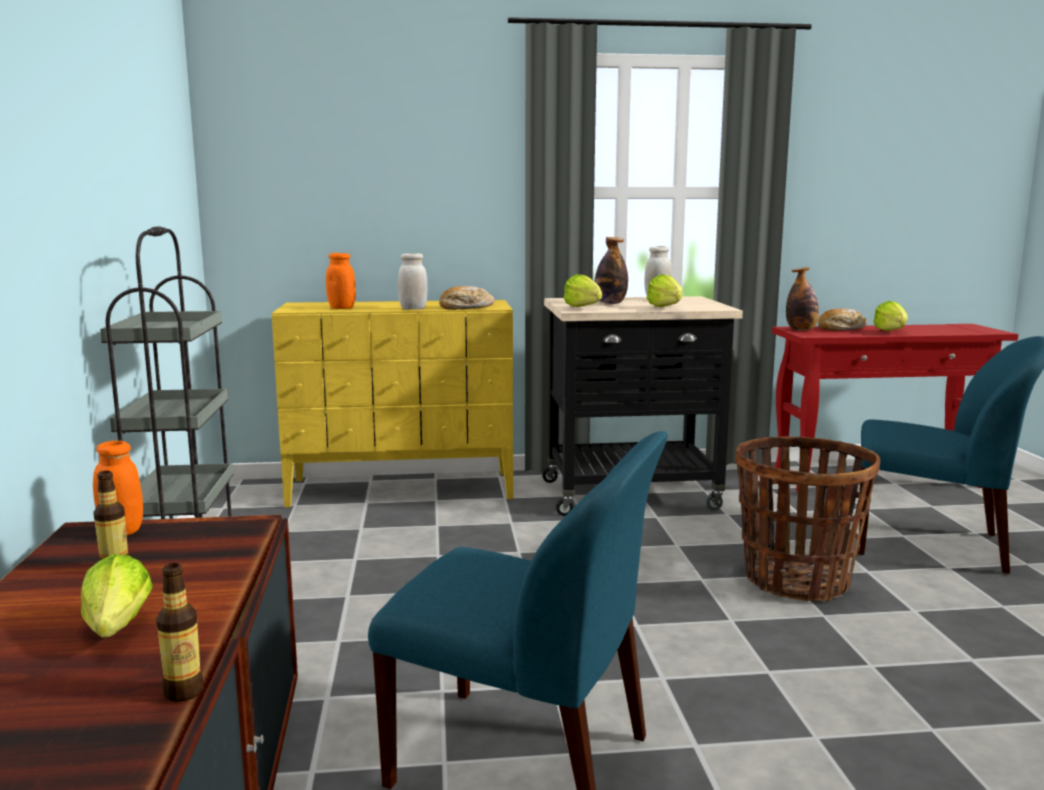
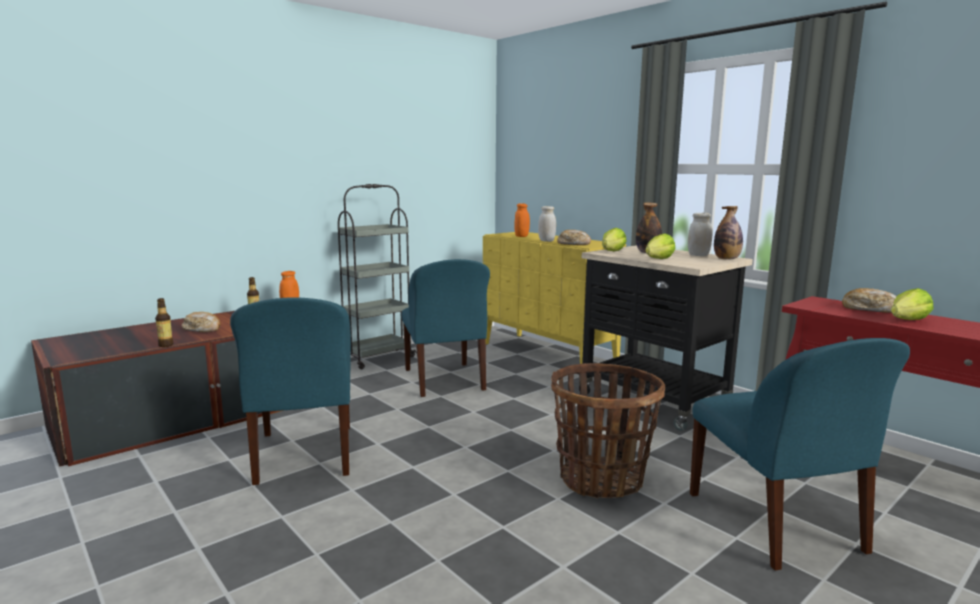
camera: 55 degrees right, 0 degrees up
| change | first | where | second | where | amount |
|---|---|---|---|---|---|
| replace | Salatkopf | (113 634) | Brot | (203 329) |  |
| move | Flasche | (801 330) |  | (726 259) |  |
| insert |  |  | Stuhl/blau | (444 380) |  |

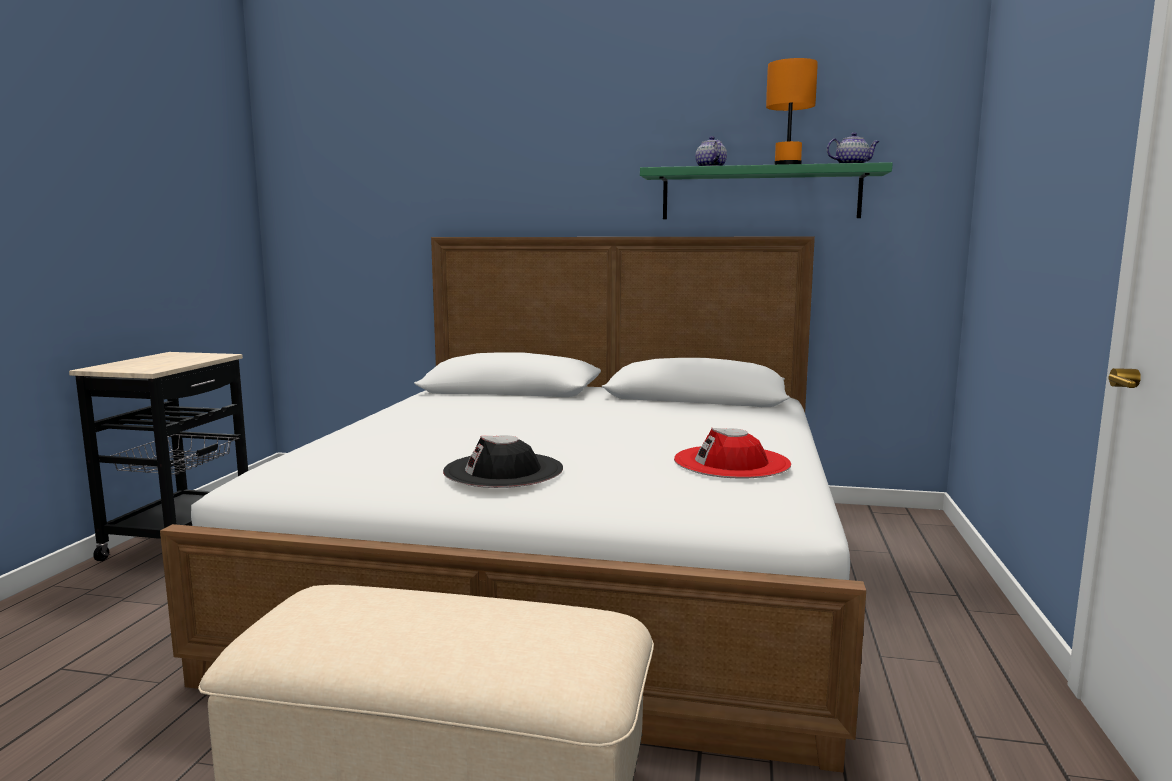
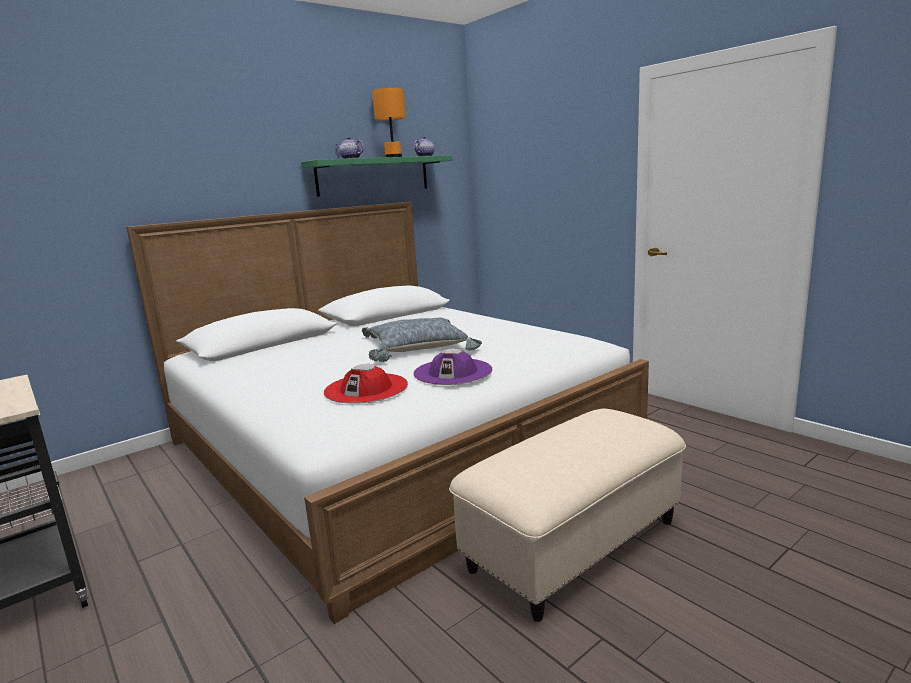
camera: 50 degrees left, 5 degrees up
| change | first | where | second | where | amount |
|---|---|---|---|---|---|
| recolor | Hut/schwarz | (503 470) | Hut/lila | (453 372) |  |
| move | Hut/rot | (732 462) |  | (366 388) |  |
| insert |  |  | Kissen | (416 345) |  |

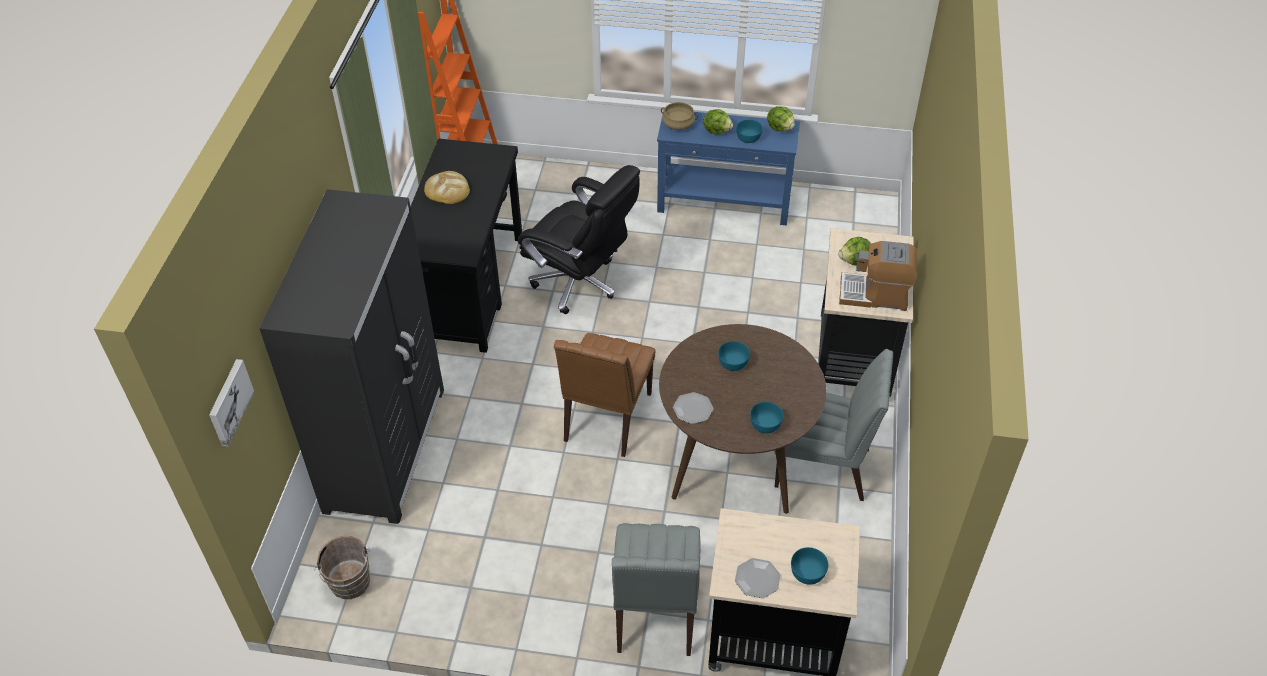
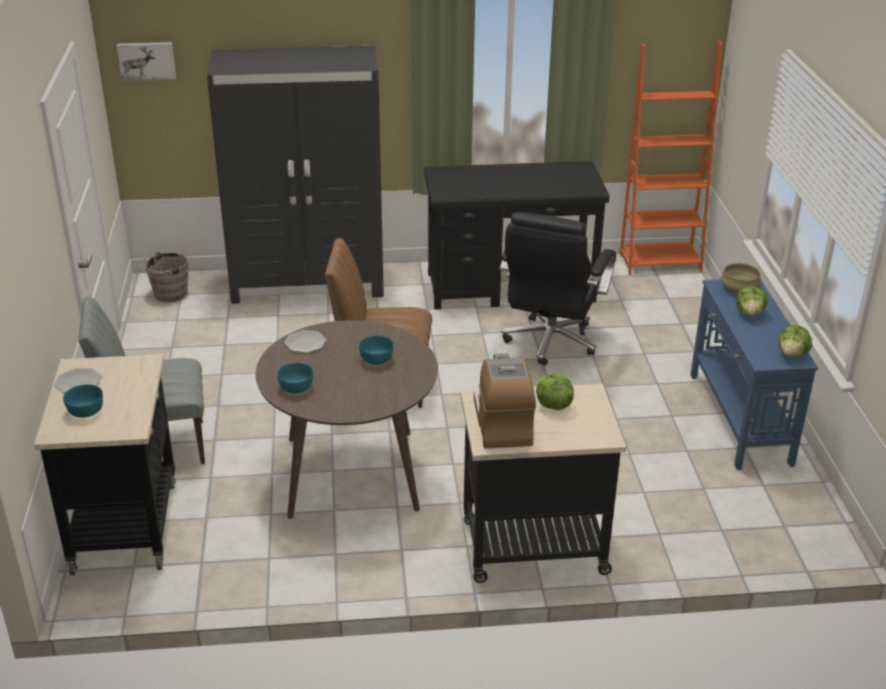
camera: 75 degrees right, 15 degrees down
| change | first | where | second | where | amount |
|---|---|---|---|---|---|
| delete | Brot | (447 190) |  |  |  |
| delete | Schüssel/türkis | (748 138) |  |  |  |
| delete | Stuhl/grau | (821 467) |  |  |  |

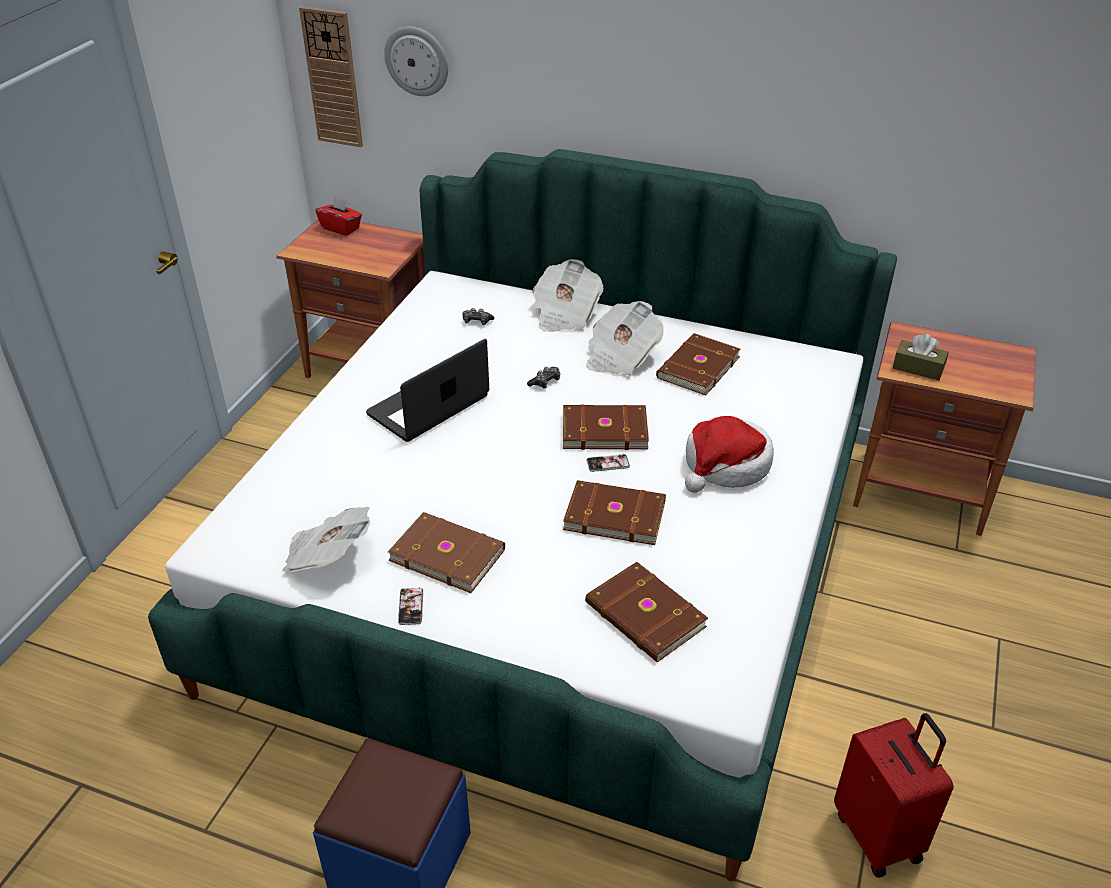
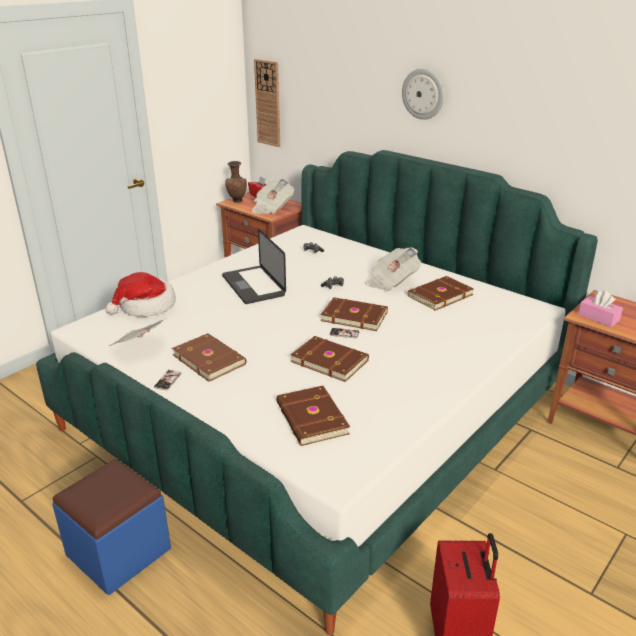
camera: 20 degrees right, 10 degrees down
| change | first | where | second | where | amount |
|---|---|---|---|---|---|
| rotate | Laptop | (428 406) |  | (253 286) | 90 degrees counterclockwise |
| move | Wanduhr | (417 61) |  | (423 94) |  |
| move | Zeitung | (564 314) |  | (271 208) |  |
| move | Hut | (725 465) |  | (145 306) |  |
| recolor | Taschentuchbox/braun | (918 368) | Taschentuchbox/rosa | (598 318) |  |
| insert |  |  | Vase/braun | (236 201) |  |

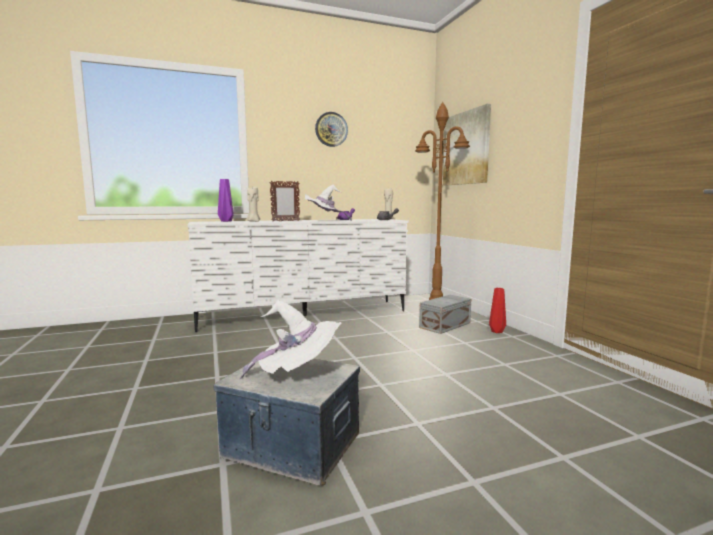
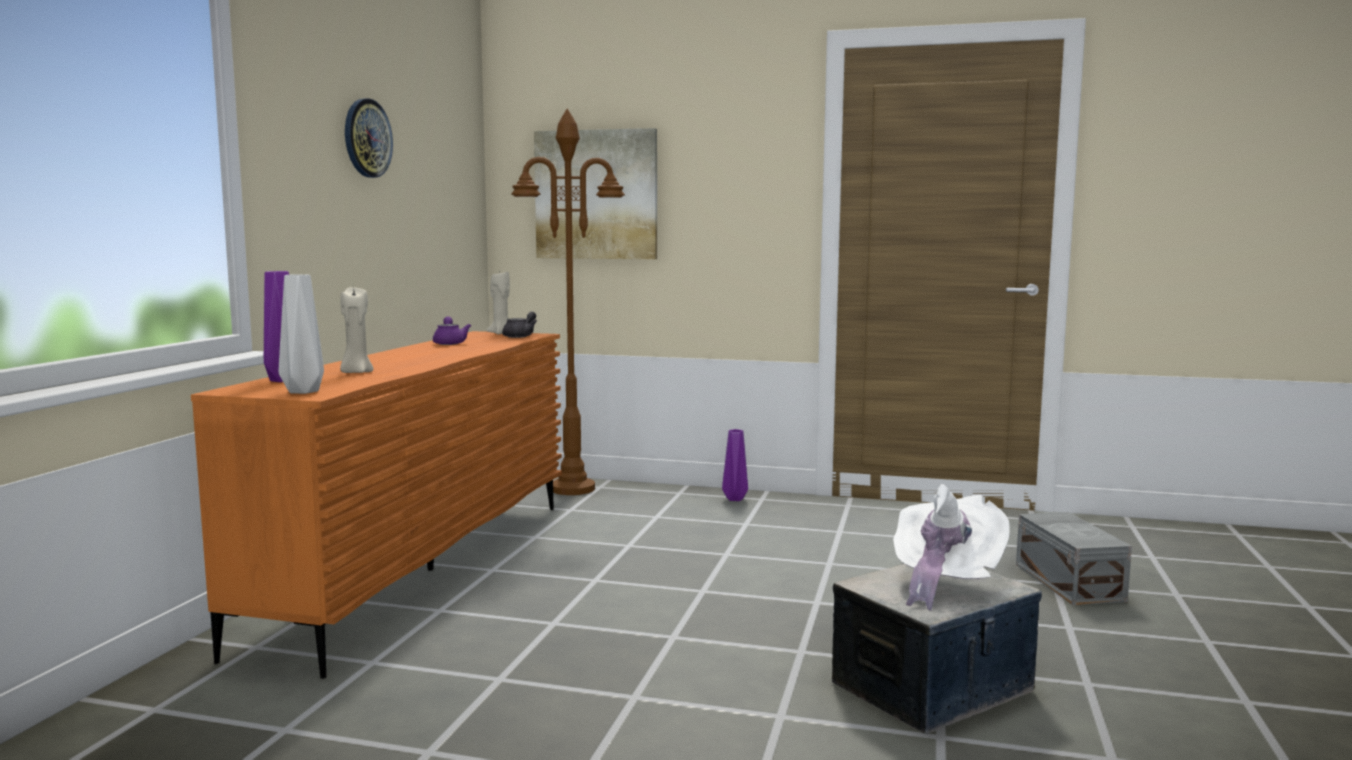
camera: 55 degrees left, 0 degrees up
| change | first | where | second | where | amount |
|---|---|---|---|---|---|
| recolor | Kommode/weiß | (305 315) | Kommode/orange | (425 570) |  |
| delete | Bilderrahmen | (285 221) |  |  |  |
| delete | Hut/weiß | (325 220) |  |  |  |
| move | Aufbewahrungsbox/grau | (446 325) |  | (1069 581) |  |
| recolor | Vase/rot | (497 331) | Vase/lila | (735 499) |  |
| insert |  |  | Vase/grau | (301 391) |  |

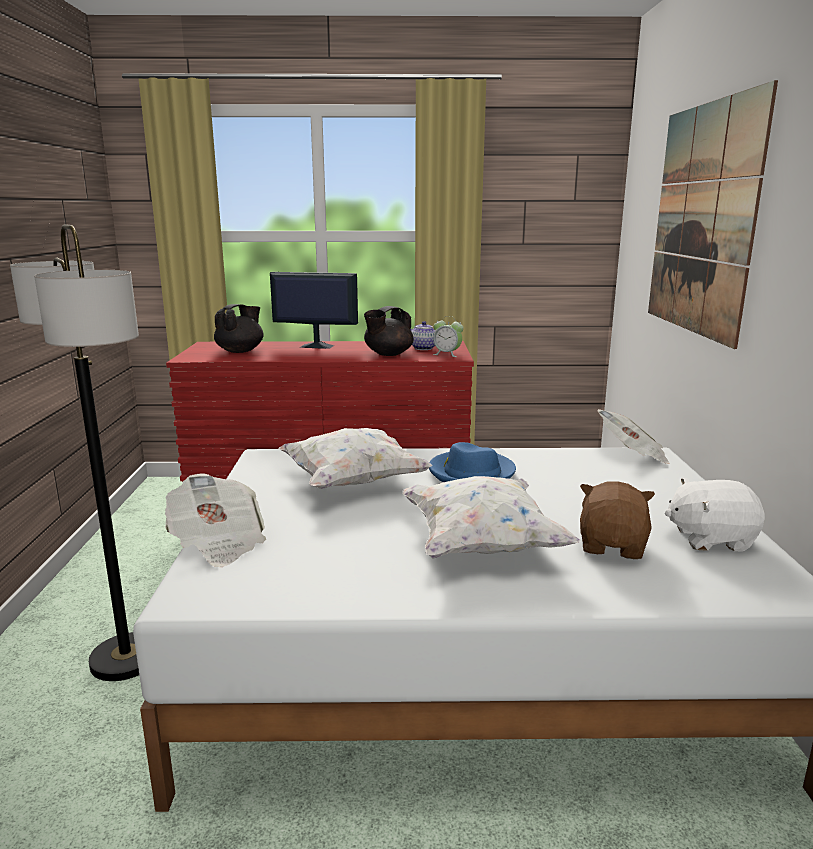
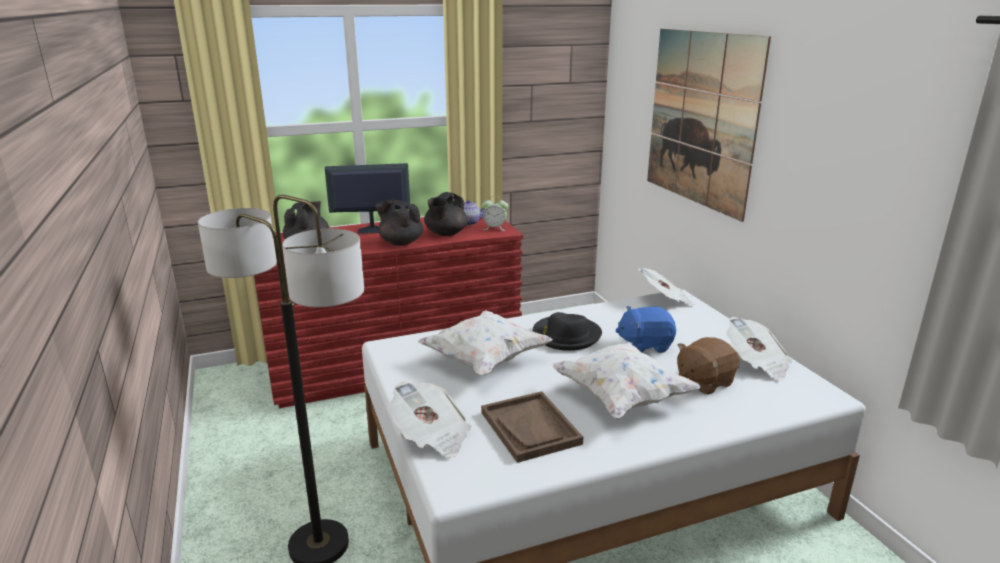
camera: 20 degrees left, 5 degrees up
| change | first | where | second | where | amount |
|---|---|---|---|---|---|
| recolor | Hut/blau | (471 472) | Hut/schwarz | (566 335) |  |
| rotate | Plüschtier/braun | (613 546) |  | (704 381) | 120 degrees counterclockwise |
| replace | Plüschtier/weiß | (710 538) | Zeitung | (756 364) |  |
| insert |  |  | Teekanne/schwarz | (400 242) |  |
| insert |  |  | Tablett/braun | (530 428) |  |
| insert |  |  | Plüschtier/blau | (645 345) |  |

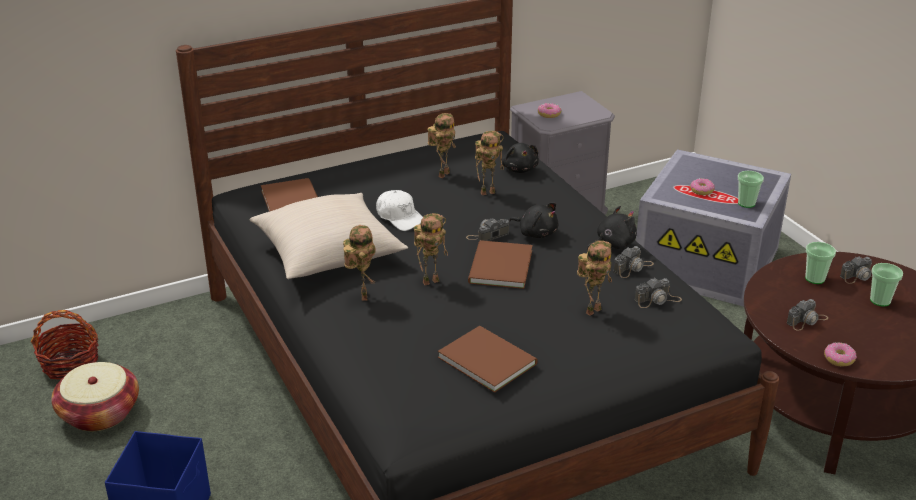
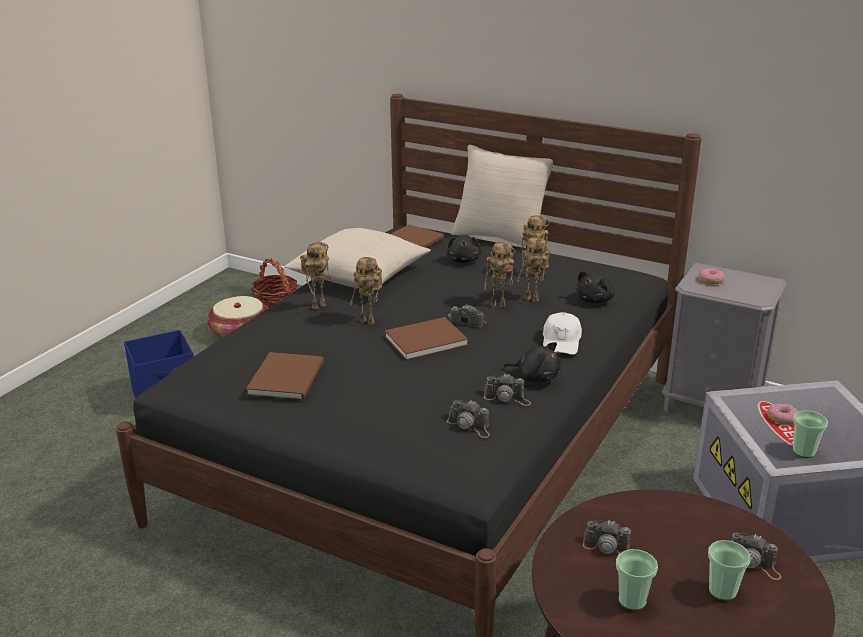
camera: 55 degrees right, 5 degrees down
| change | first | where | second | where | amount |
|---|---|---|---|---|---|
| move | Kappe/weiß | (400 217) |  | (561 342) |  |
| move | Plüschtier/schwarz | (536 233) |  | (464 260) |  |
| move | Spielzeugroboter | (592 310) |  | (499 305) |  |
| move | Tasse | (815 278) |  | (632 600) |  |
| delete | Donut | (839 359) |  |  |  |
| insert |  |  | Kissen/beige | (501 238) |  |

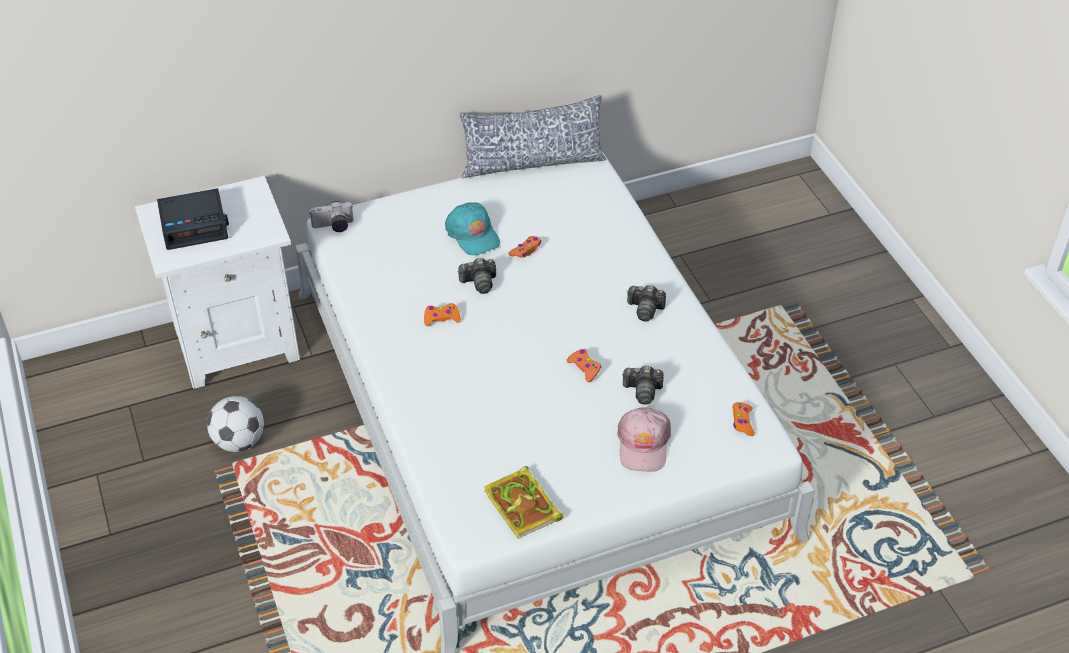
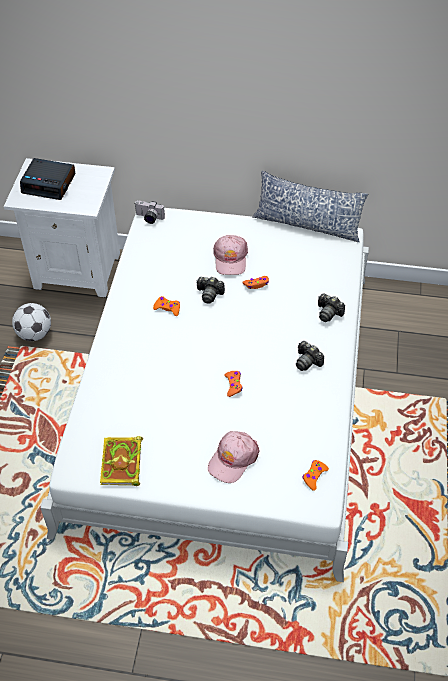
camera: 30 degrees right, 5 degrees up
| change | first | where | second | where | amount |
|---|---|---|---|---|---|
| recolor | Kappe/türkis | (473 234) | Kappe/rosa | (230 259) |  |
| move | Kamera | (642 391) |  | (328 313) |  |

